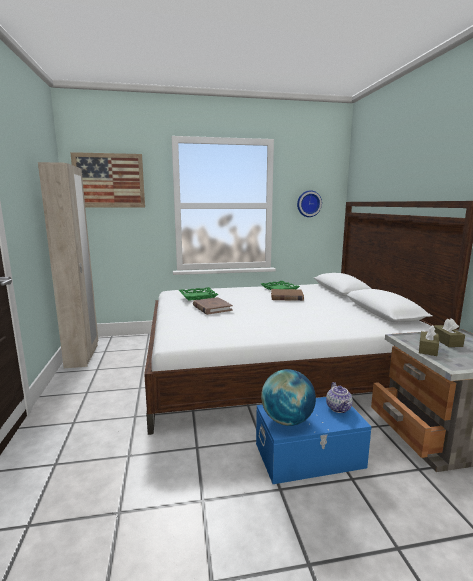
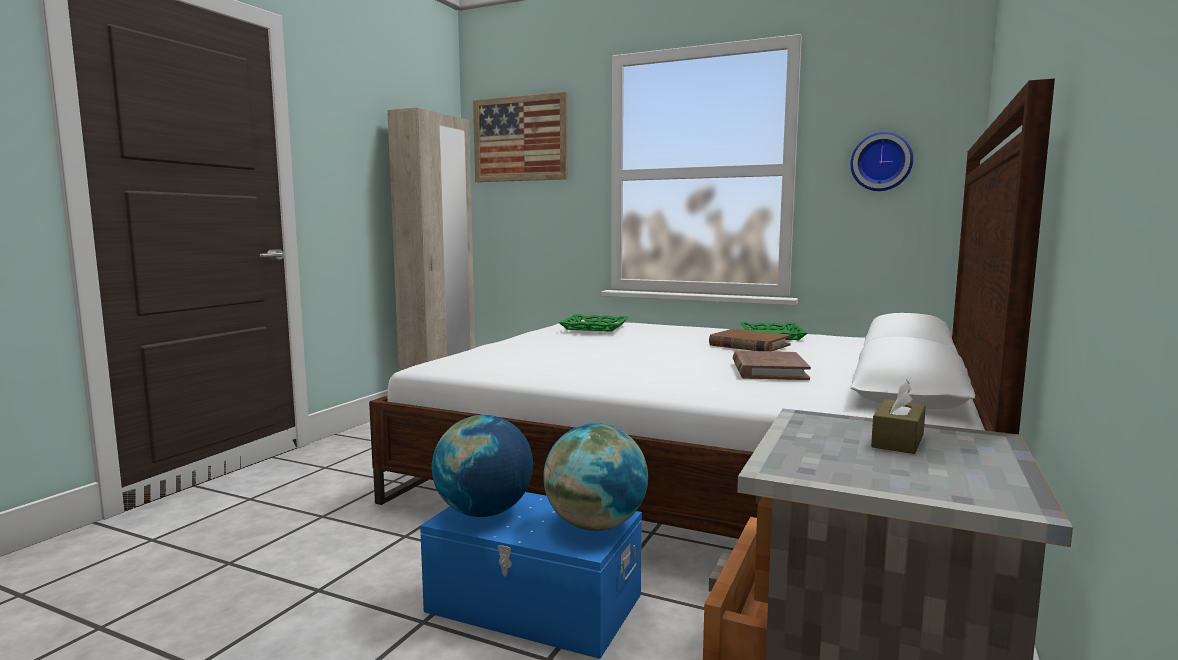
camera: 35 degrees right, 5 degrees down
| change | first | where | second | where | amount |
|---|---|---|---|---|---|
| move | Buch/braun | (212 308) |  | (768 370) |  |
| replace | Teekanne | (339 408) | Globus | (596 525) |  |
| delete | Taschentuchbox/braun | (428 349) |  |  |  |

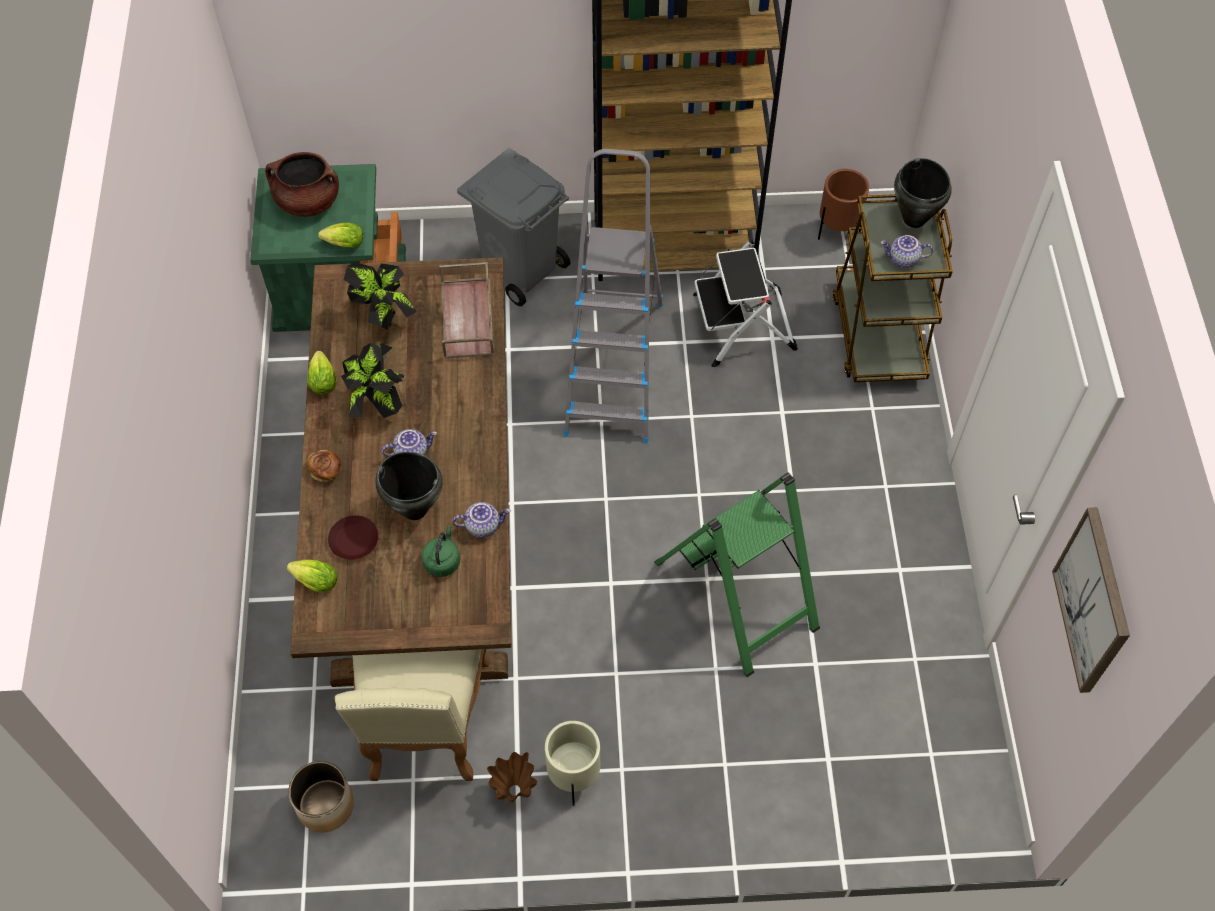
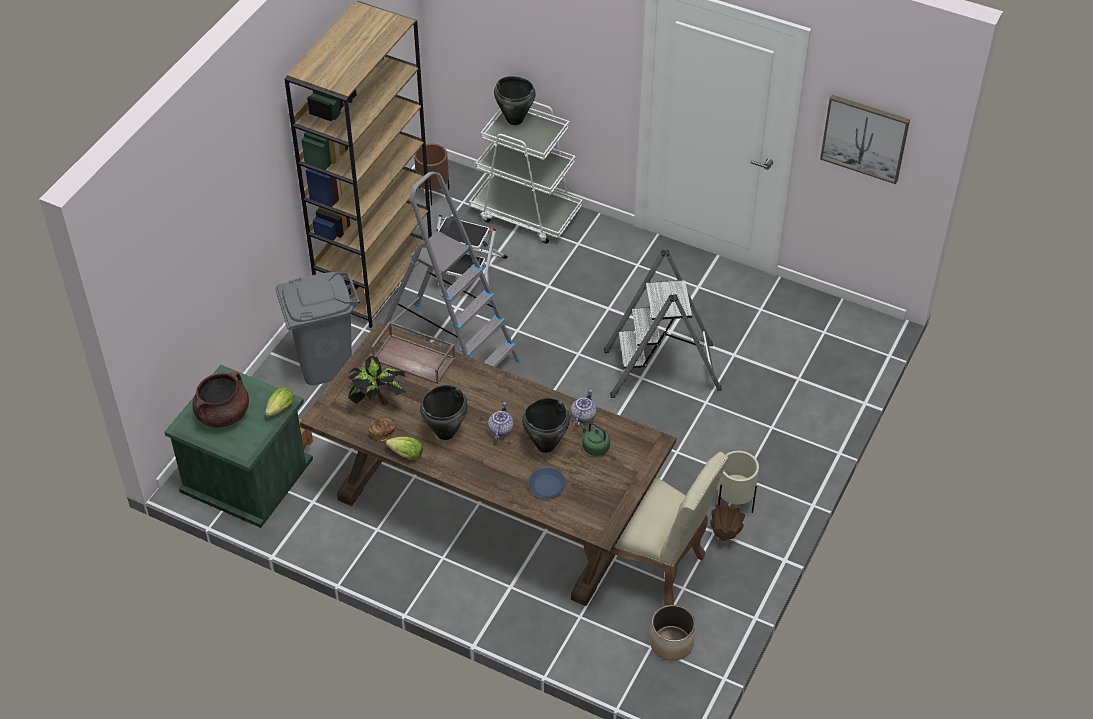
camera: 60 degrees left, 10 degrees down
| change | first | where | second | where | amount |
|---|---|---|---|---|---|
| delete | Salatkopf | (313 581) |  |  |  |
| move | Brot | (326 470) |  | (383 432) |  |
| recolor | Teller/braun | (354 540) | Teller/blau | (547 485) |  |
| replace | Topfpflanze | (376 402) | Kochtopf/schwarz | (446 432) |  |
| recolor | Trittleiter/grün | (737 596) | Trittleiter/grau | (663 369) |  |
| recolor | Rollwagen/braun | (878 334) | Rollwagen/weiß | (526 214) |  |
| delete | Teekanne | (903 260) |  |  |  |

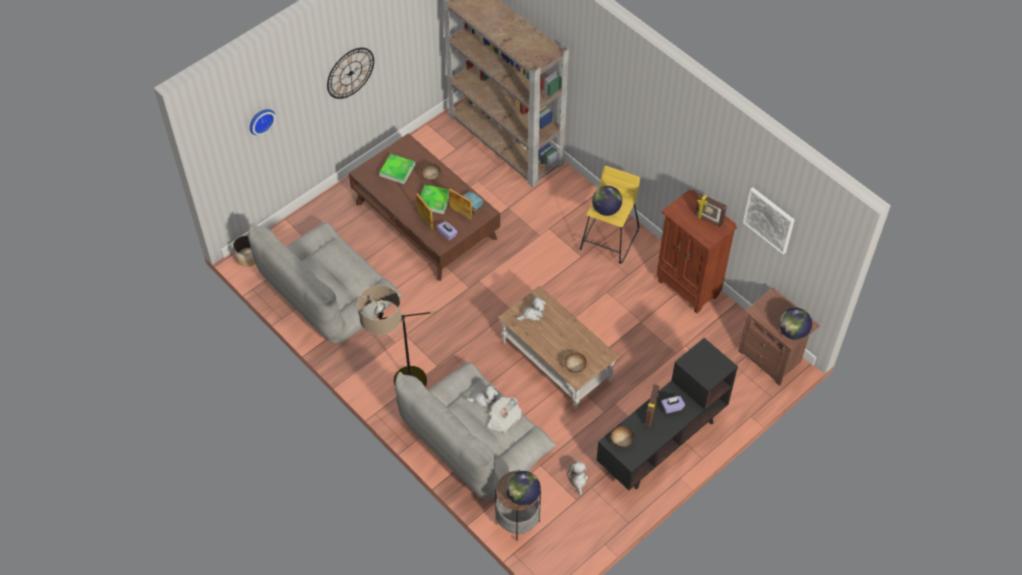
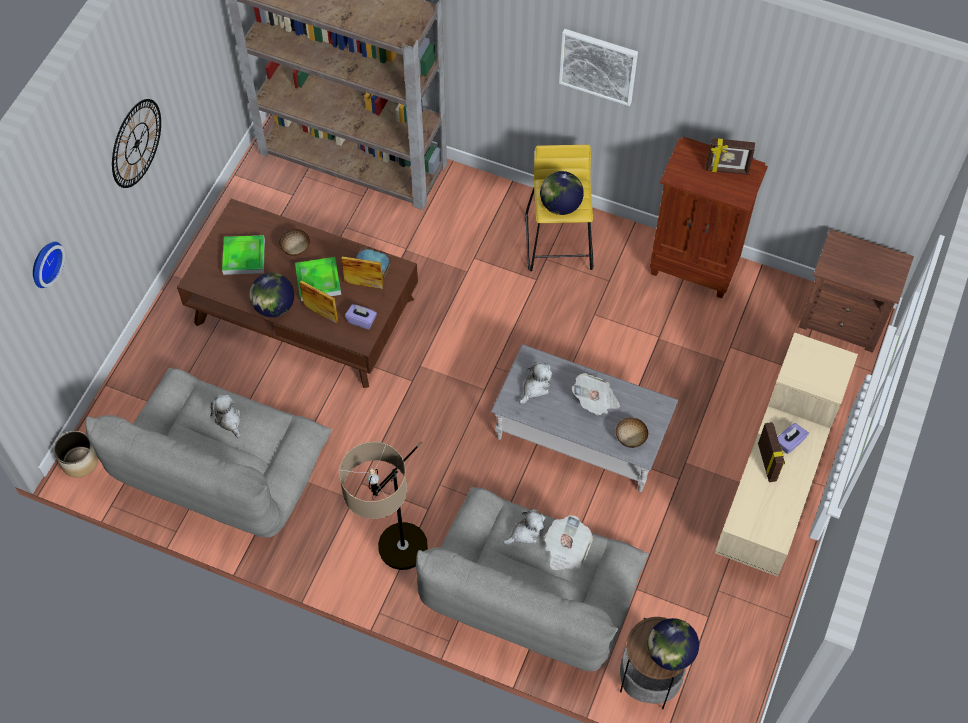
camera: 25 degrees left, 5 degrees up
| change | first | where | second | where | amount |
|---|---|---|---|---|---|
| recolor | Couchtisch/braun | (556 361) | Couchtisch/grau | (580 436) |  |
| move | Plüschtier | (578 480) |  | (228 419) |  |
| recolor | Fernsehschrank/schwarz | (661 443) | Fernsehschrank/beige | (772 491) |  |
| delete | Schüssel | (622 441) |  |  |  |
| move | Bild | (769 220) |  | (598 66) |  |
| move | Globus | (792 332) |  | (274 306) |  |
| insert |  |  | Zeitung | (595 401) |  |

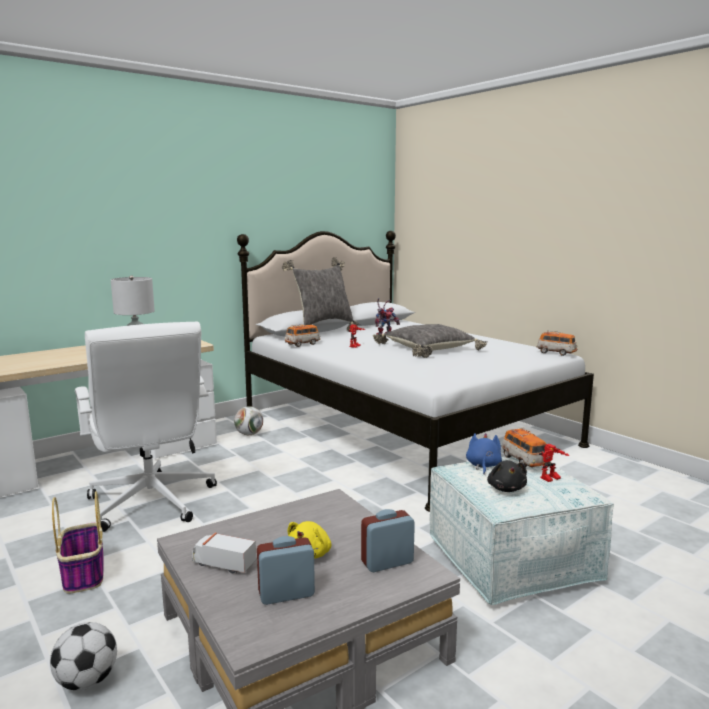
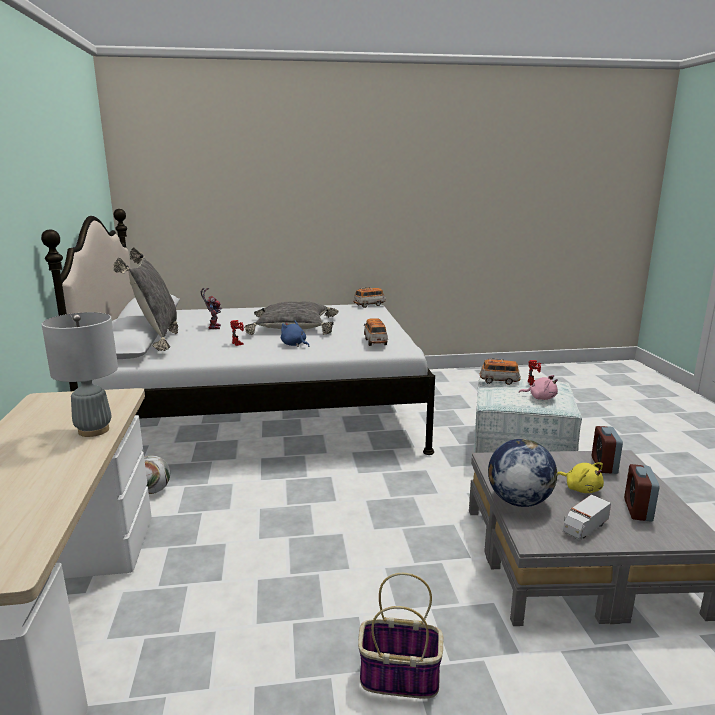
camera: 60 degrees left, 5 degrees up
| change | first | where | second | where | amount |
|---|---|---|---|---|---|
| delete | Fußball | (87 681) |  |  |  |
| delete | Bürostuhl/weiß | (151 500) |  |  |  |
| move | Spielzeugauto | (302 344) |  | (375 342) |  |
| move | Plüschtier/blau | (483 466) |  | (294 345) |  |
| recolor | Plüschtier/schwarz | (506 488) | Plüschtier/rosa | (540 398) |  |
| insert |  |  | Globus | (518 501) |  |

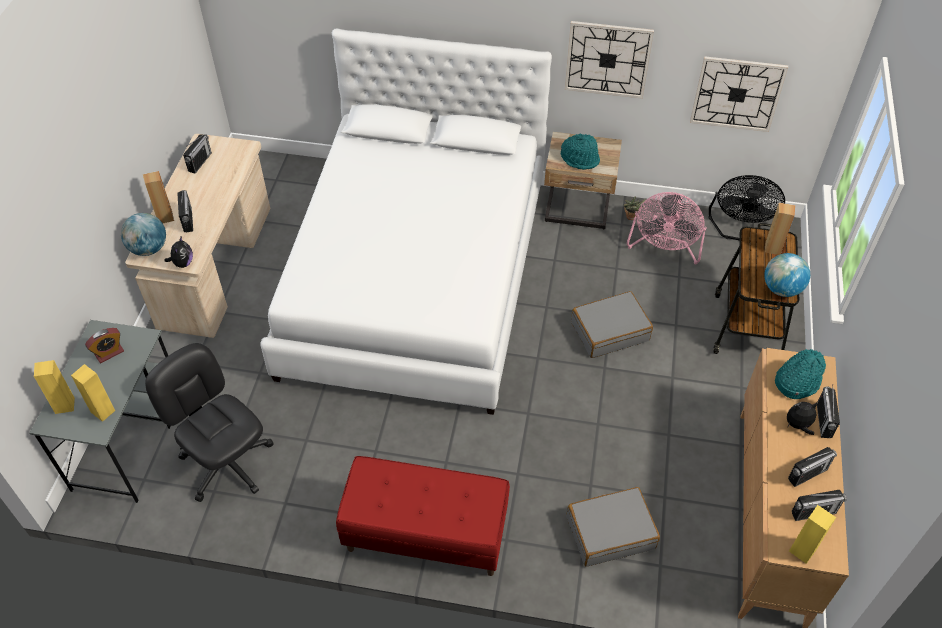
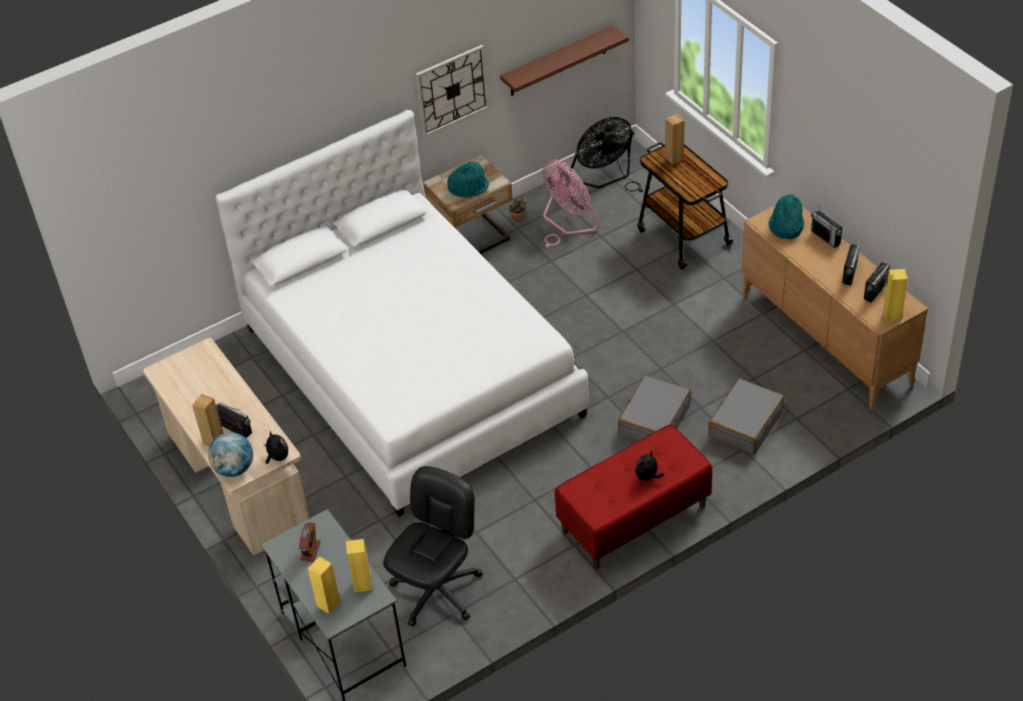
camera: 40 degrees left, 5 degrees down
| change | first | where | second | where | amount |
|---|---|---|---|---|---|
| rotate | Bürostuhl/schwarz | (227 462) |  | (437 590) | 120 degrees clockwise |
| delete | Radio | (200 162) |  |  |  |
| move | Koffer/grau | (609 331) |  | (654 420) |  |
| rotate | Ventilator/rosa | (662 245) |  | (564 223) | 105 degrees counterclockwise |
| replace | Wanduhr | (737 94) | Wandregal/braun | (558 61) |  |
| delete | Globus | (781 289) |  |  |  |
| move | Plüschtier | (798 425) |  | (647 477) |  |

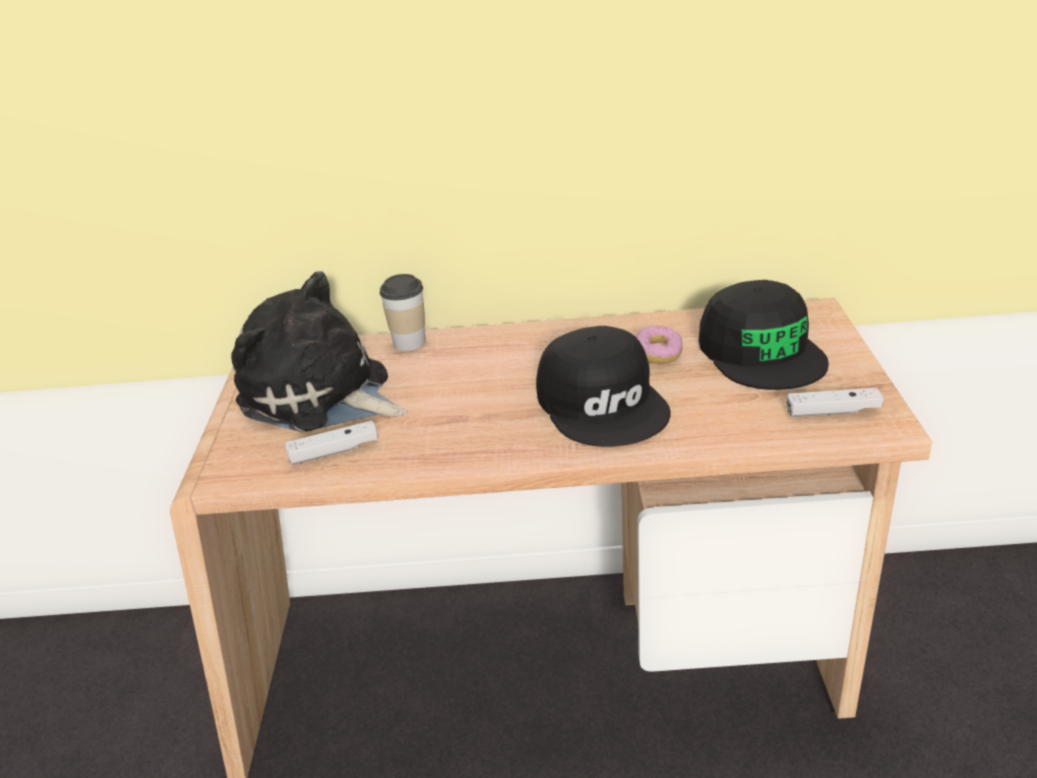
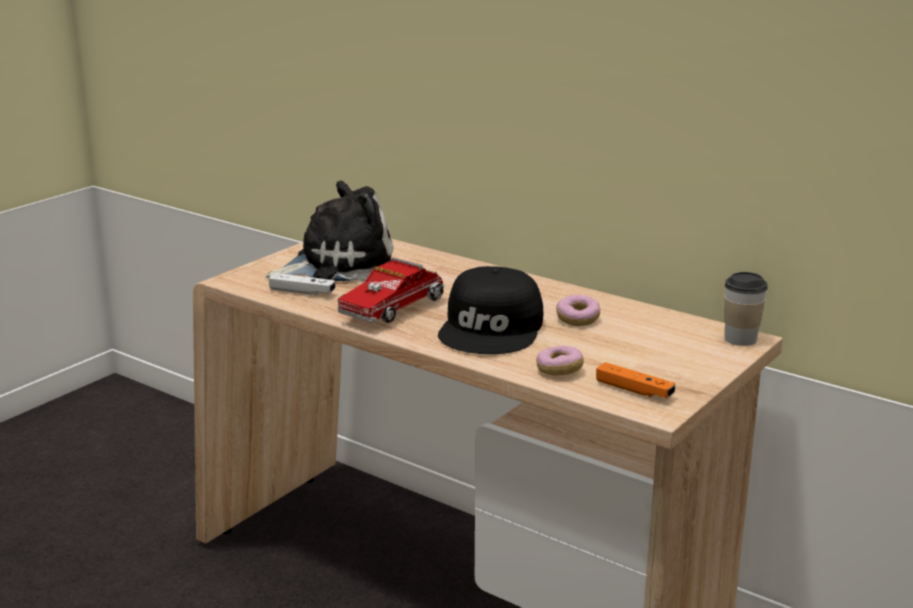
camera: 35 degrees right, 10 degrees down
| change | first | where | second | where | amount |
|---|---|---|---|---|---|
| rotate | Plüschtier | (321 395) |  | (338 264) | 90 degrees clockwise |
| move | Tasse | (409 342) |  | (740 339) |  |
| delete | Kappe/schwarz | (761 351) |  |  |  |
| recolor | Gamepad/weiß | (833 411) | Gamepad/orange | (634 390) |  |
| insert |  |  | Spielzeuglaster | (395 308) |  |
| insert |  |  | Donut | (559 370) |  |

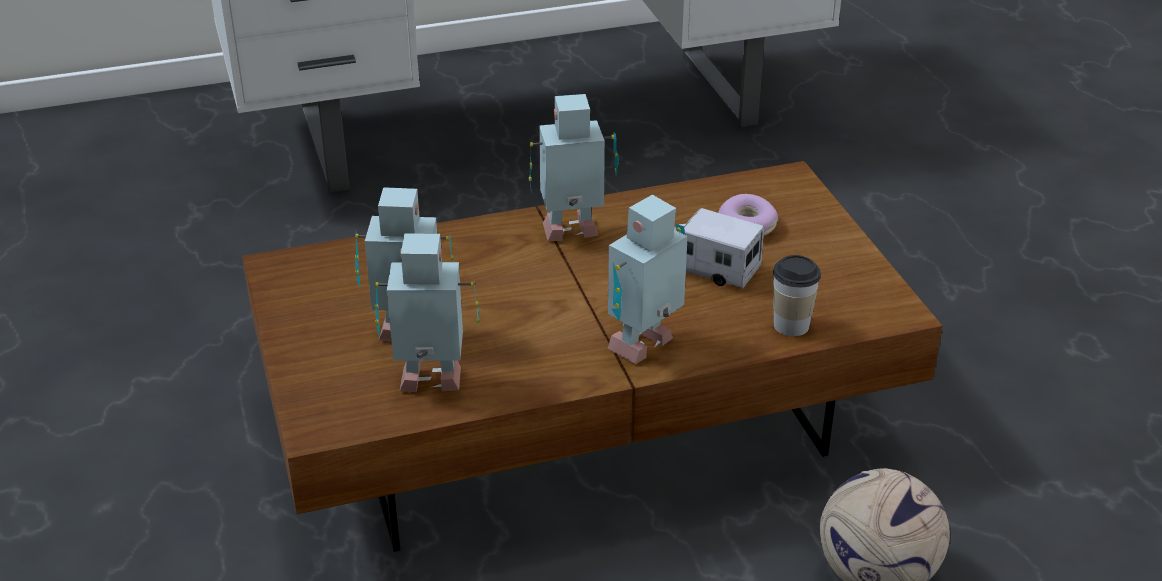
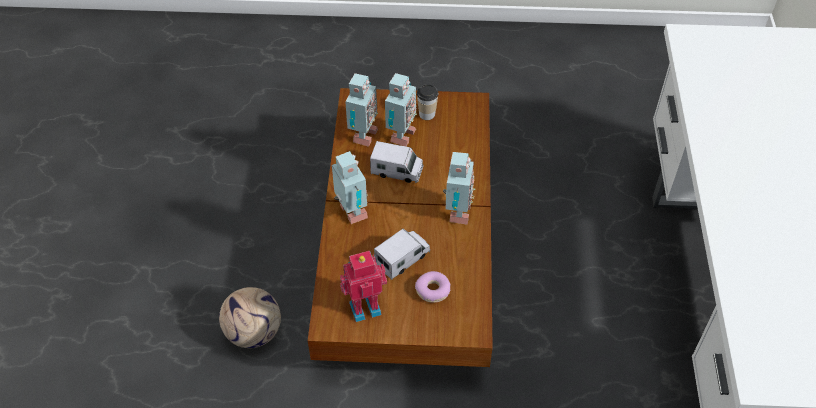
camera: 110 degrees right, 15 degrees up
| change | first | where | second | where | amount |
|---|---|---|---|---|---|
| move | Tasse | (791 325) |  | (427 114) |  |
| insert |  |  | Spielzeugroboter | (364 306) |  |
| insert |  |  | Spielzeuglaster | (397 171) |  |

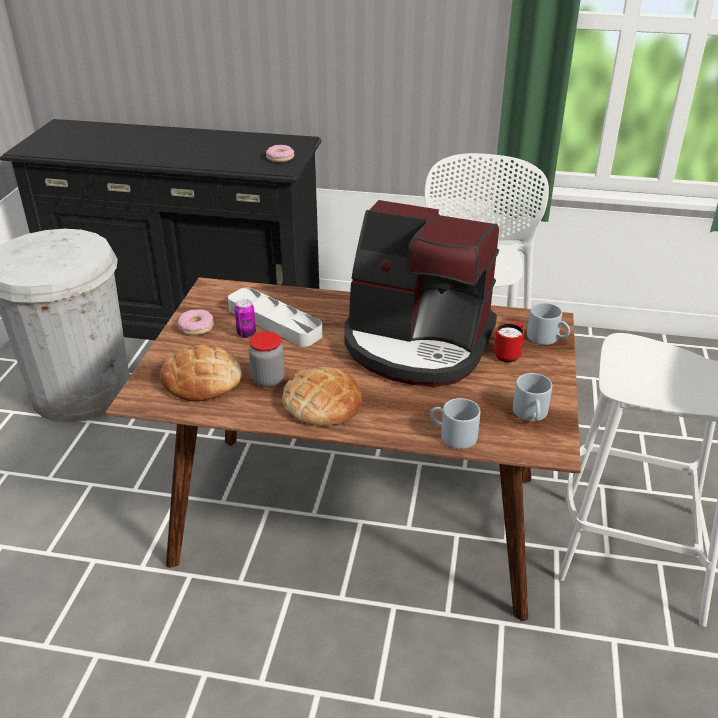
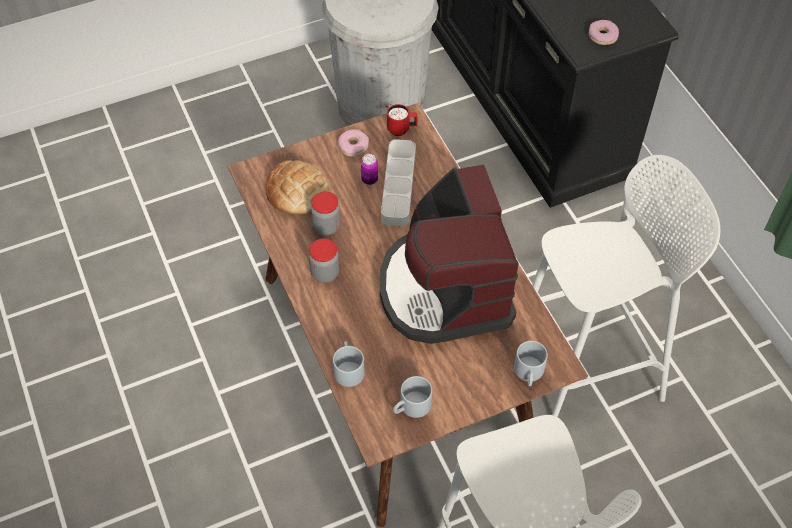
camera: 55 degrees right, 20 degrees up
| change | first | where | second | where | amount |
|---|---|---|---|---|---|
| replace | Brot | (322 403) | Vorratsglas | (325 273) |  |
| move | Henkelbecher/rot | (509 354) |  | (402 129) |  |

